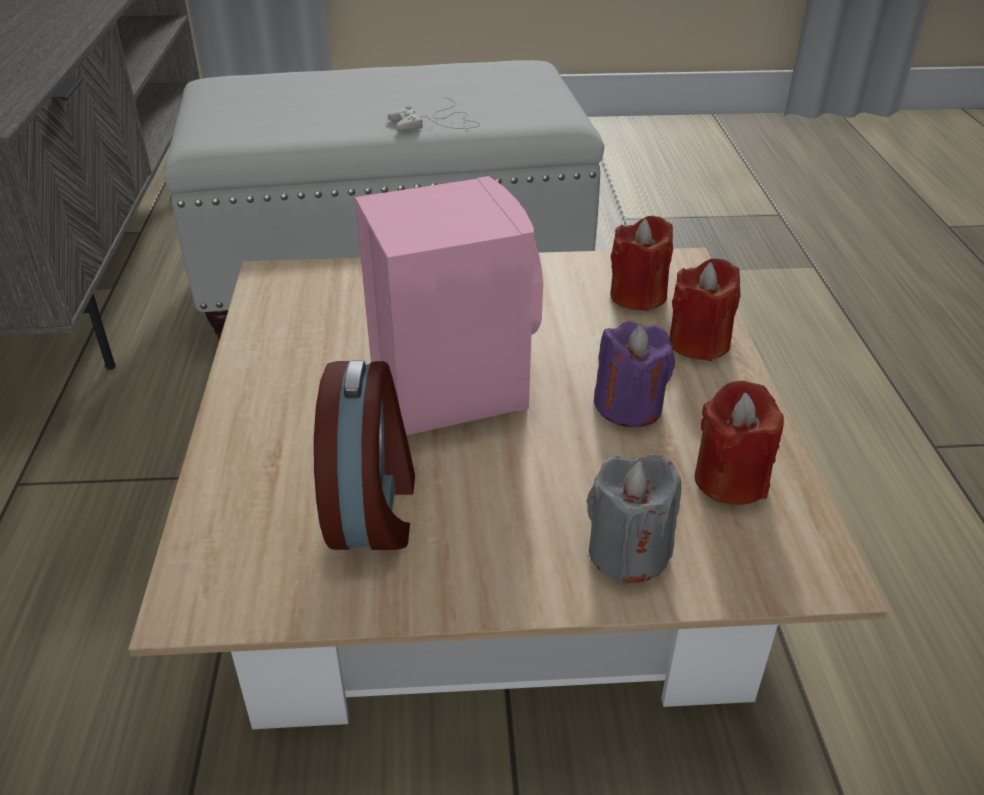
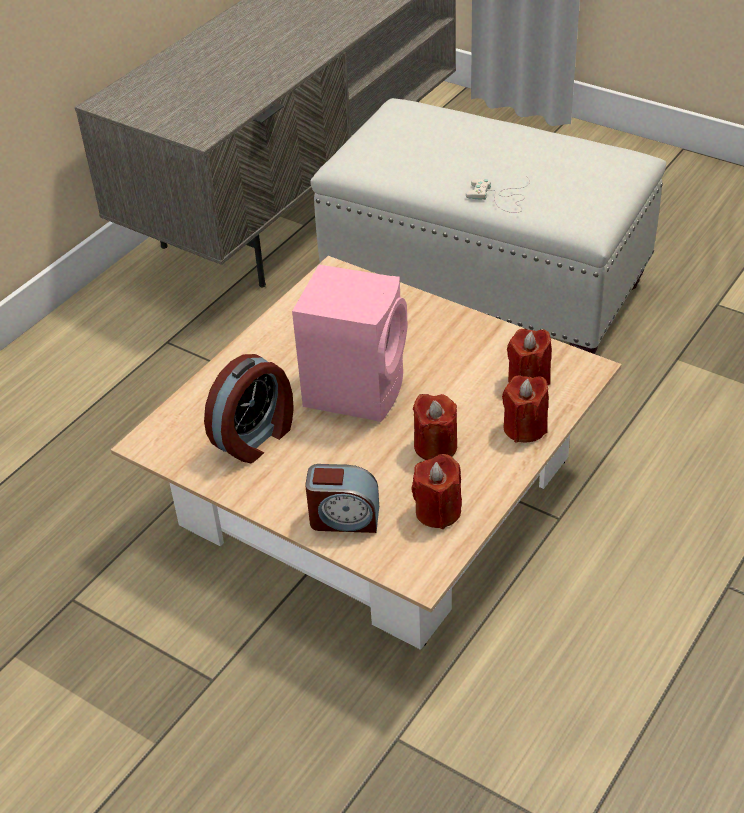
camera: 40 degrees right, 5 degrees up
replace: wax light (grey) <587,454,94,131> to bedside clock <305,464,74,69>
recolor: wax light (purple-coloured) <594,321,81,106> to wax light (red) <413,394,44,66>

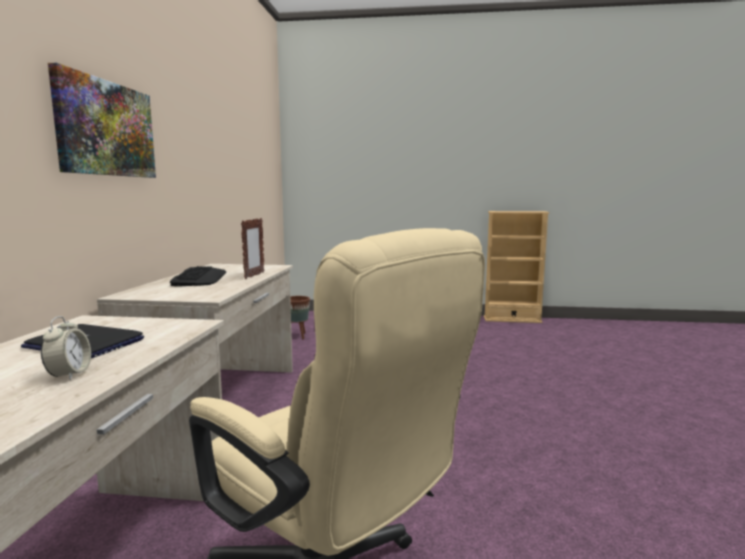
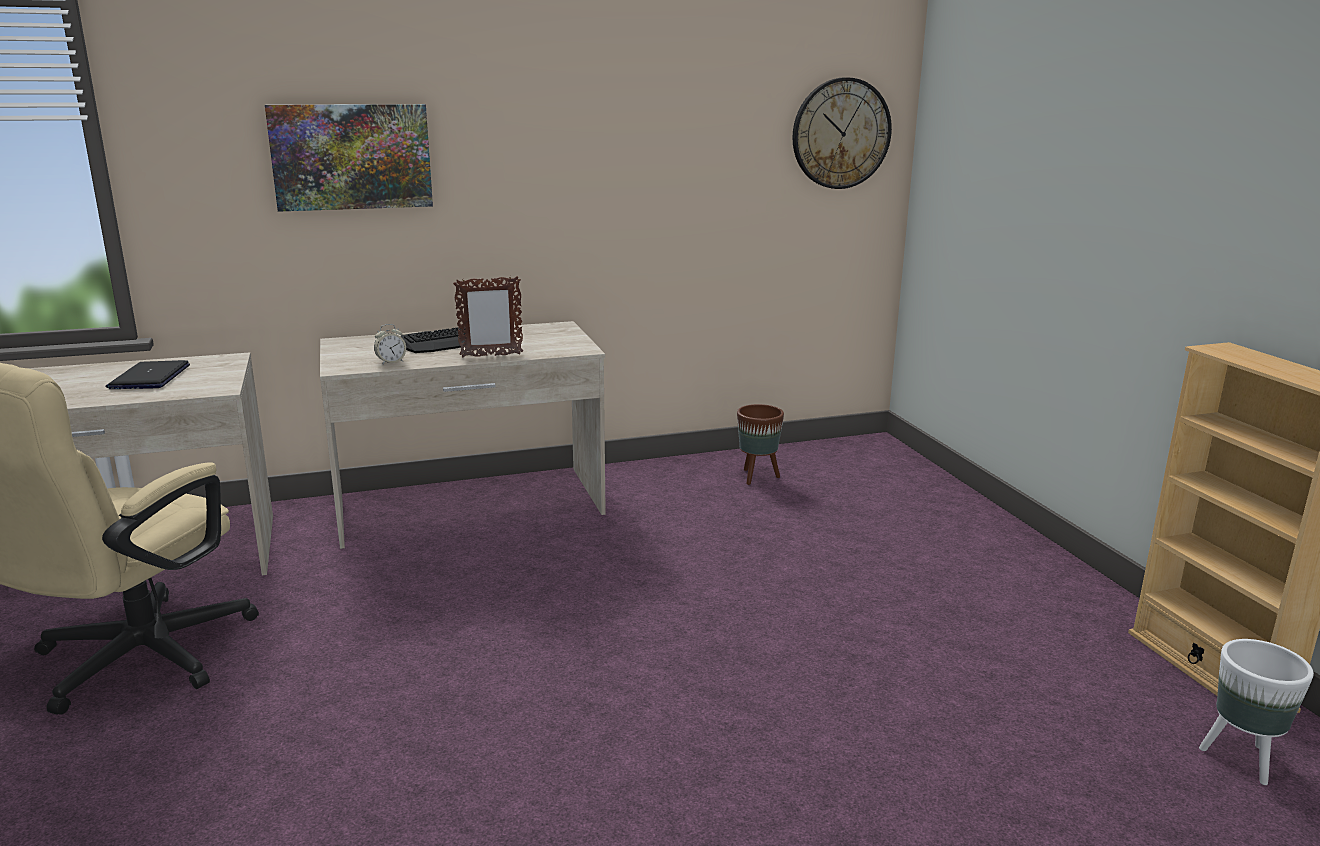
camera: 65 degrees right, 10 degrees up
insert: wall clock <792,77,100,112>; planter (white) <1199,639,115,146>
move: bedside clock <41,316,50,64> to <374,324,32,41>

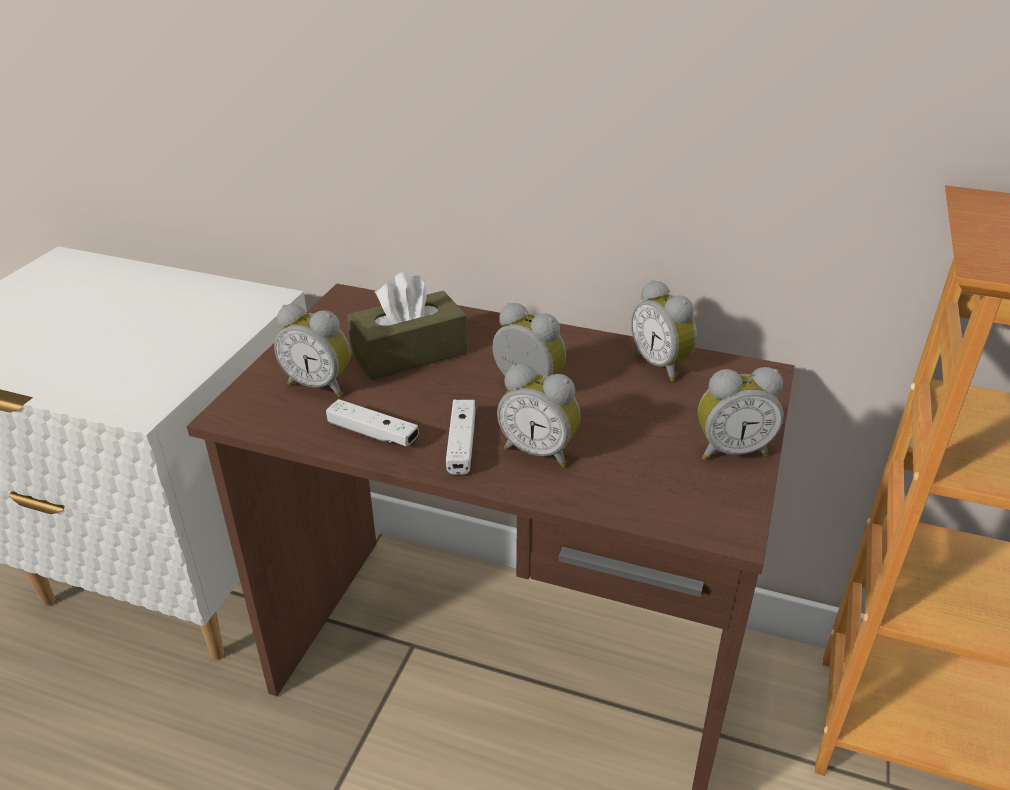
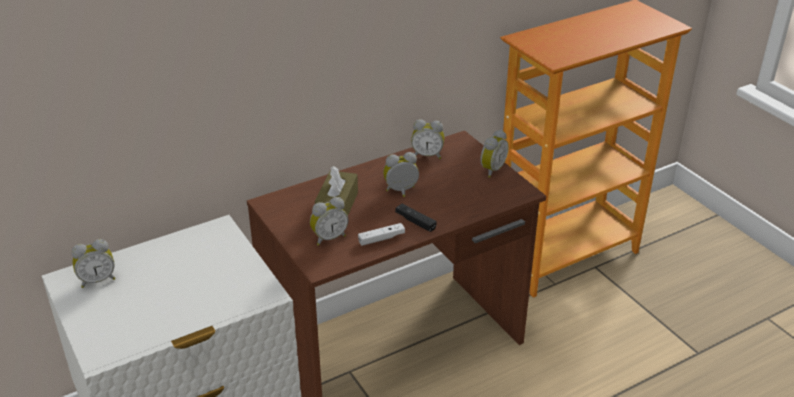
camera: 50 degrees left, 0 degrees up
move: bedside clock <497,364,84,103> to <71,239,44,49>
recolor: game controller (white) <446,400,30,75> to game controller (black-coloured) <395,204,42,28>

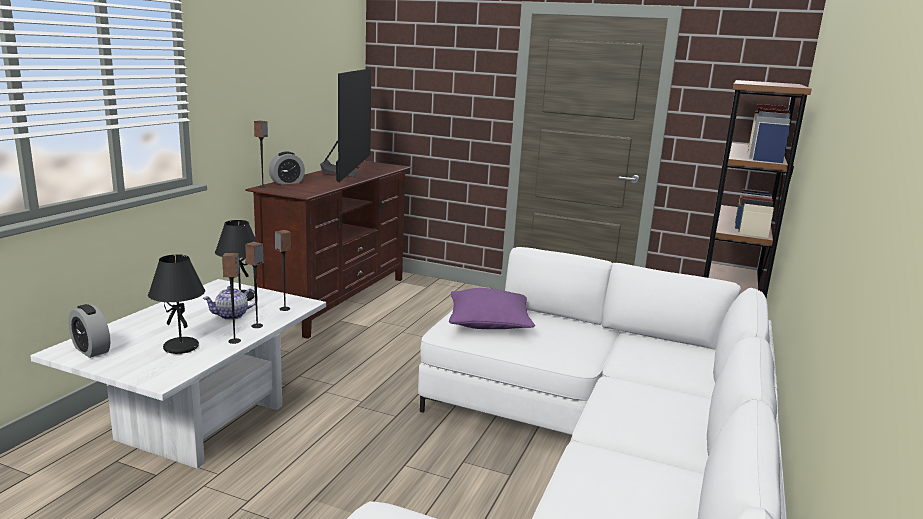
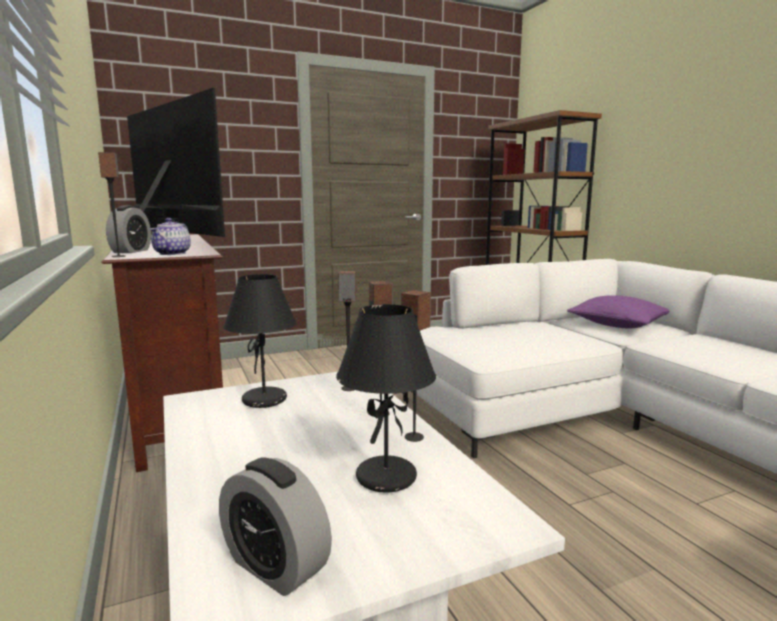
camera: 45 degrees left, 5 degrees down
move: tea pot <203,286,55,34> to <150,218,41,37>; throw pillow (purple-coloured) <449,288,86,41> to <567,295,102,34>
rotate: bedside clock <68,304,42,54> = <219,457,113,139> 45 degrees clockwise

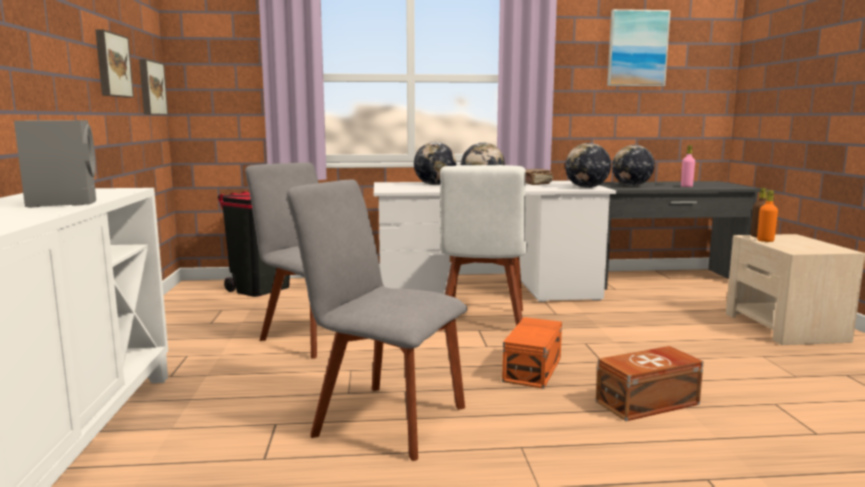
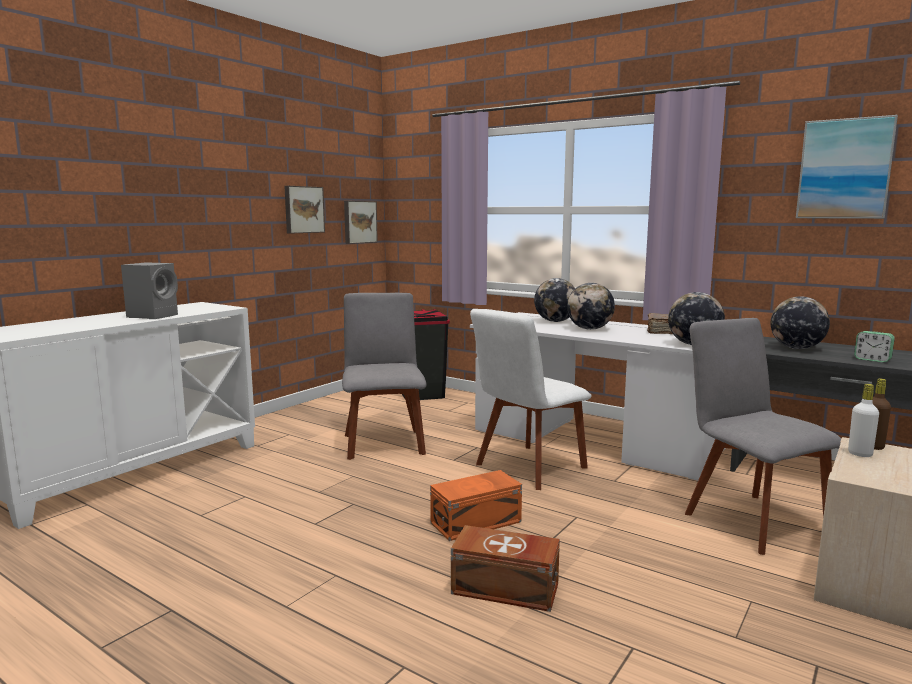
camera: 40 degrees right, 0 degrees up
move: upright chair (grey) <287,179,180,282> to <685,318,156,237>
replace: drink bottle (pink) <681,145,14,42> to bedside clock <854,331,41,32>
recolor: drink bottle (orange-coloured) <757,190,21,52> to drink bottle (white) <848,384,31,73>

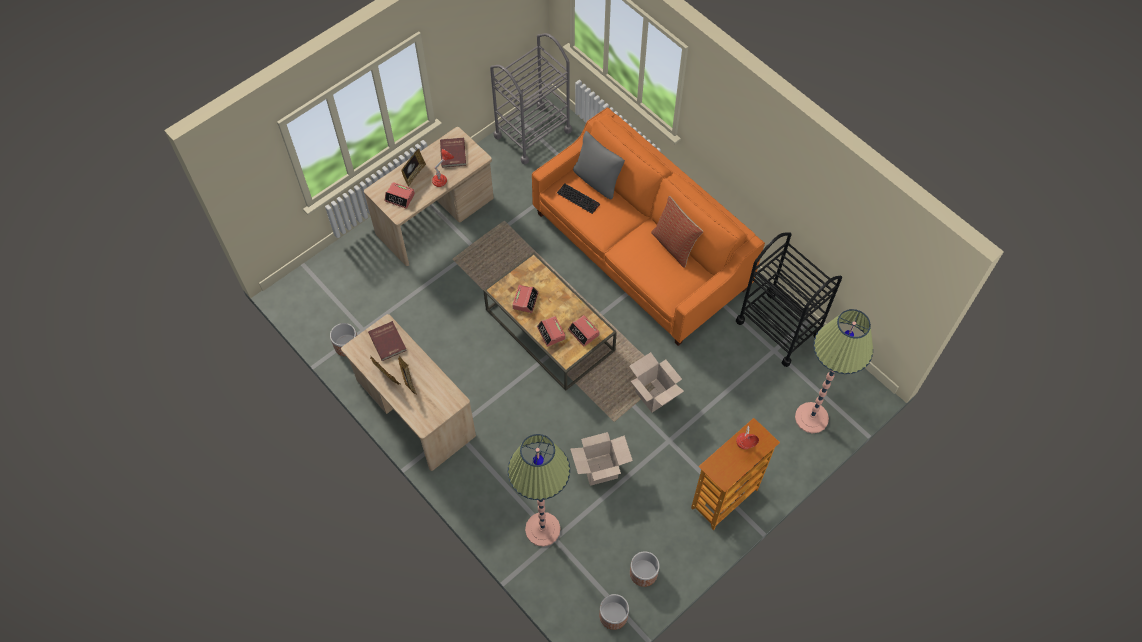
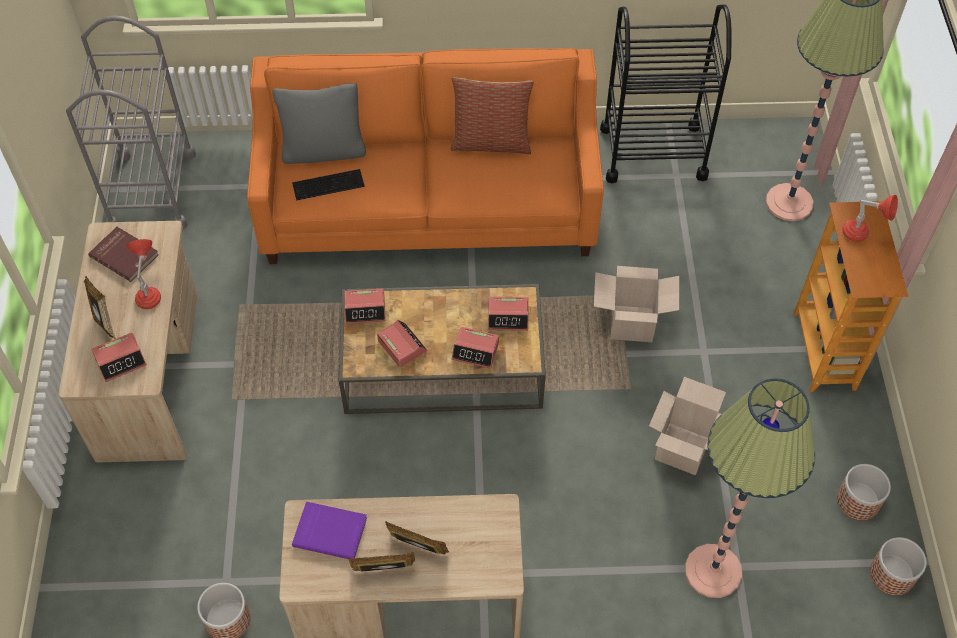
camera: 50 degrees left, 5 degrees down
insert: bedside clock <344,288,42,36>
recolor: volume (red) <368,321,39,40> to volume (purple-coloured) <292,502,75,57>

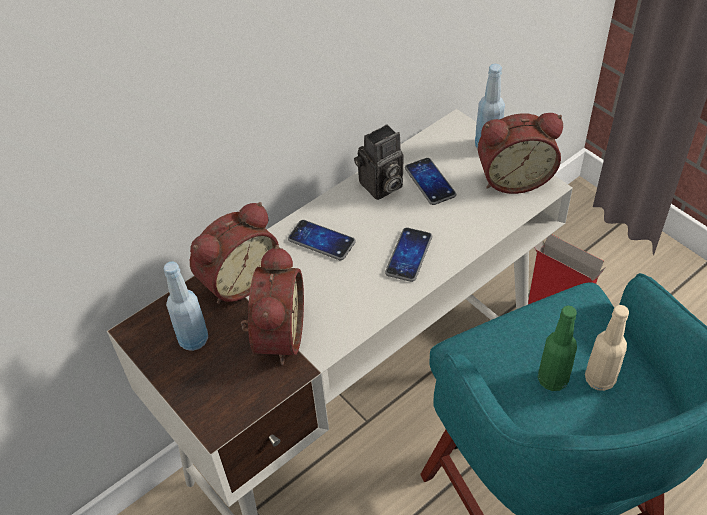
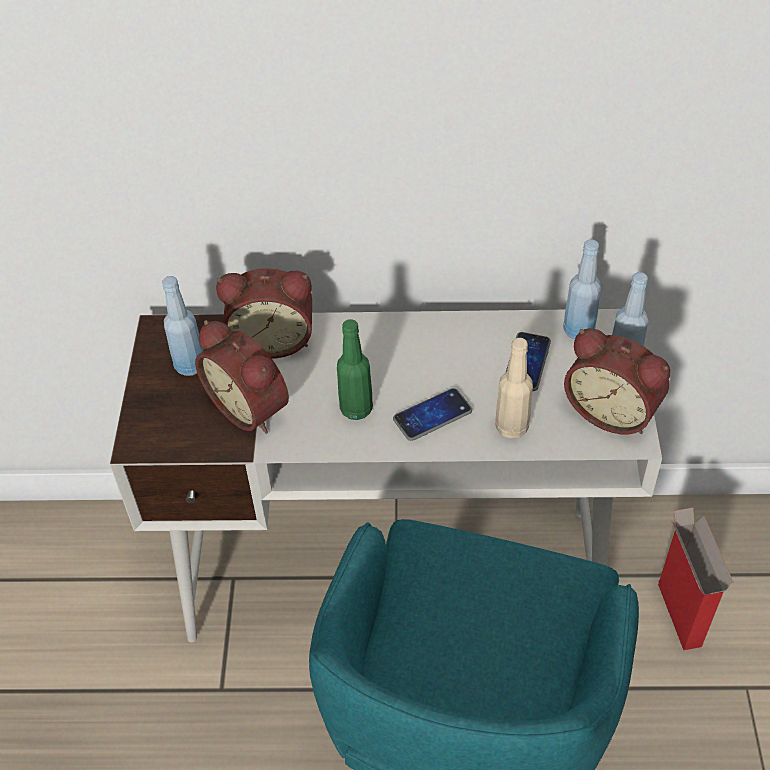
camera: 40 degrees right, 0 degrees up
delete: photo camera <354,124,49,76>; phone <288,220,68,40>
insert: drink bottle (blue) <563,239,38,100>
move: drink bottle (beige) <585,305,44,86> to <495,338,38,101>; drink bottle (green-coloured) <538,306,39,85> to <337,319,36,101>
rotate: bedside clock <241,245,63,120> = <195,320,94,114> 90 degrees clockwise

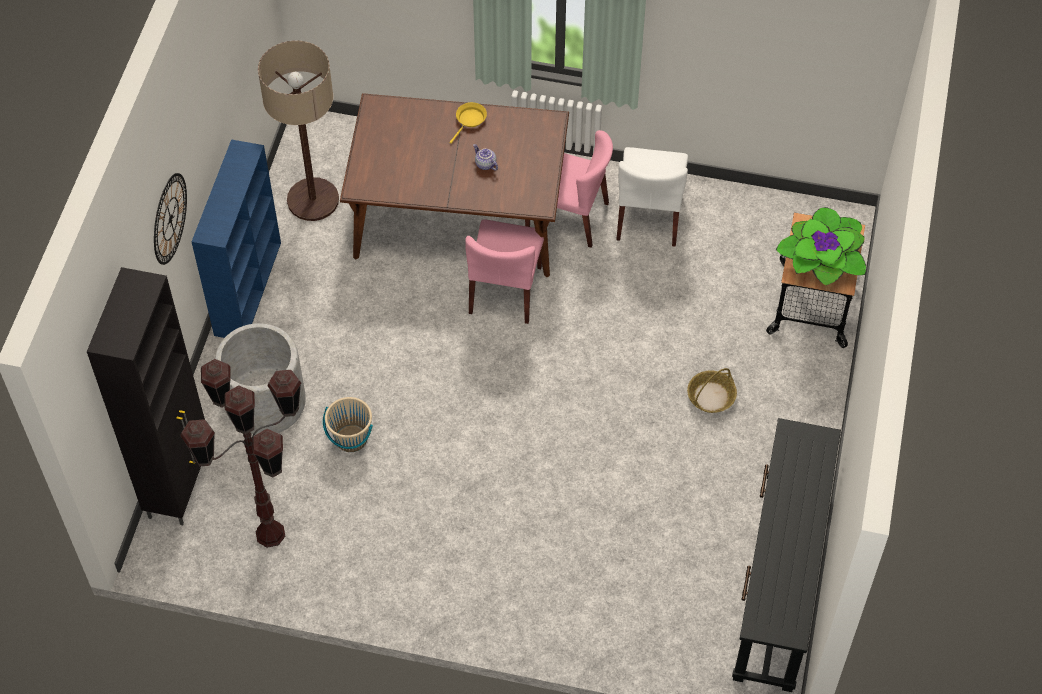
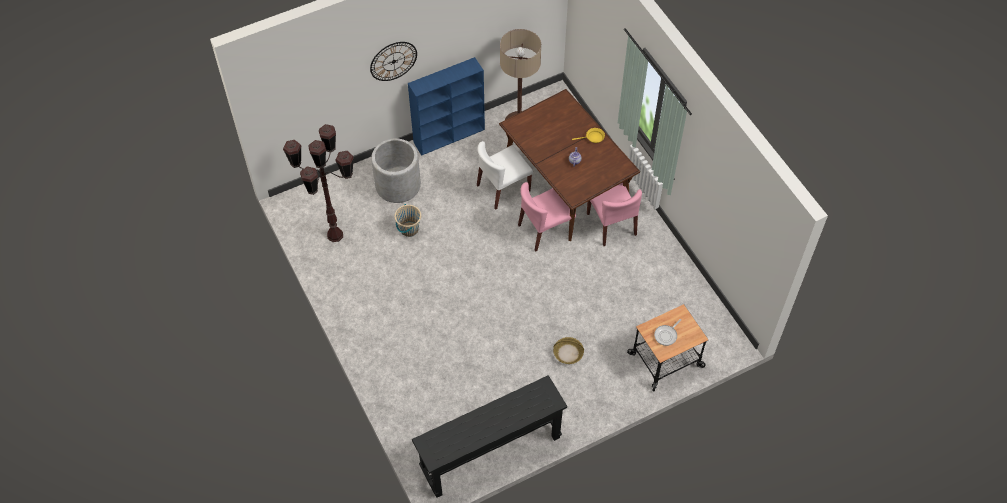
camera: 50 degrees right, 0 degrees up
delete: cupboard (black-coloured) <87,267,118,258>
move: upright chair (white) <616,147,72,100> to <477,141,56,69>
replace: potted plant <775,207,91,79> to pan <654,319,27,27>

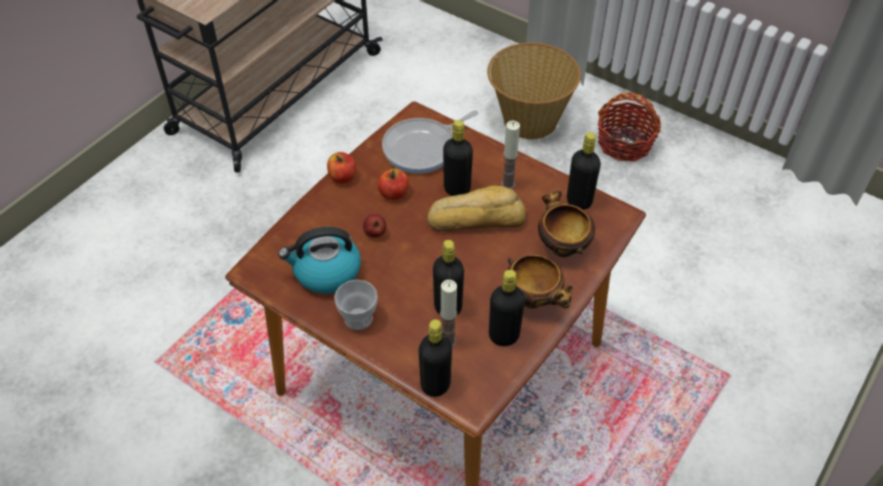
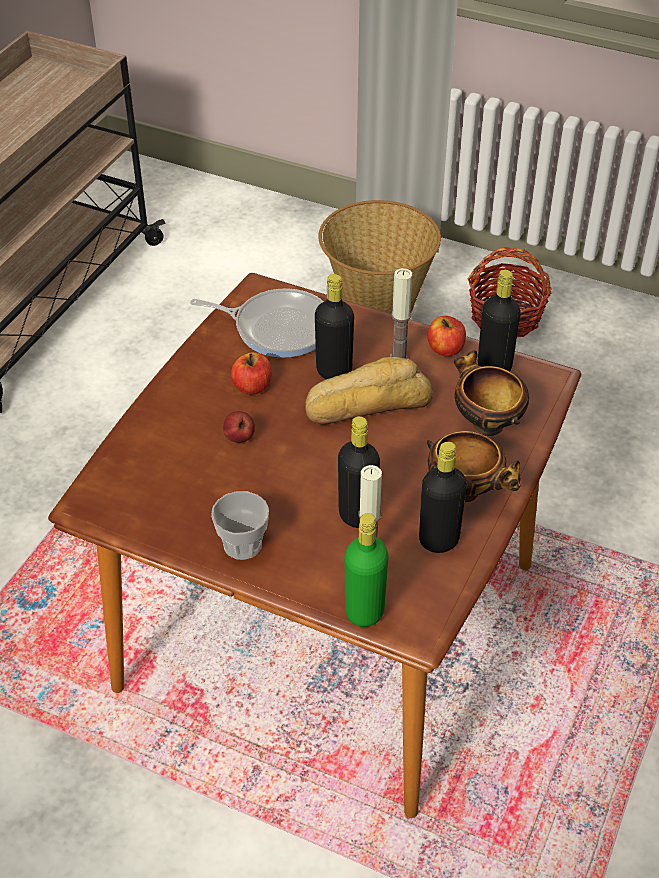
camera: 10 degrees left, 5 degrees down
delete: kettle <279,227,82,67>
move: apple <327,152,29,31> to <427,315,39,42>
recolor: drink bottle (black-coloured) <419,319,33,78> to drink bottle (green-coloured) <345,513,43,114>
rotate: pan <382,110,96,64> = <190,288,134,70> 120 degrees counterclockwise

